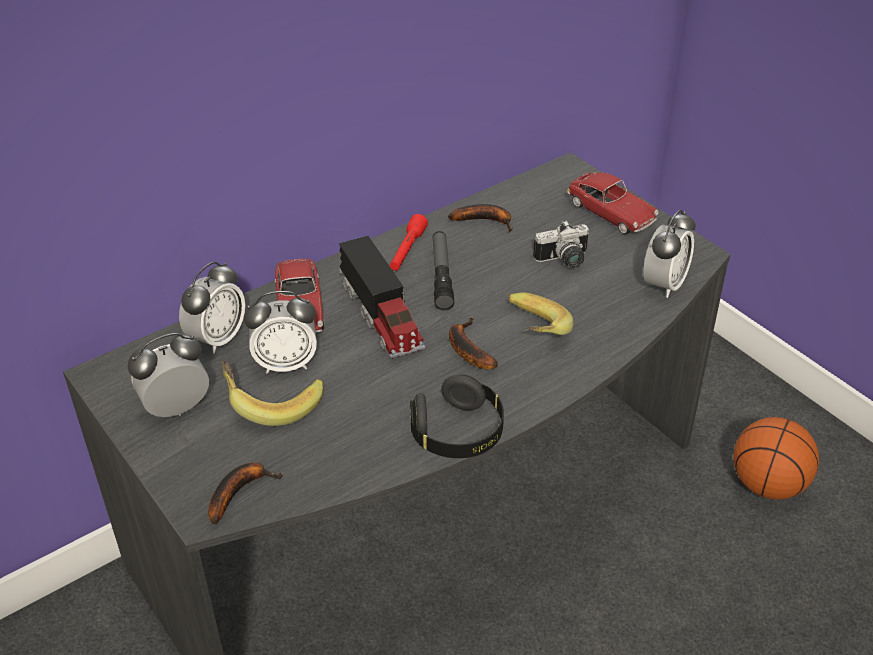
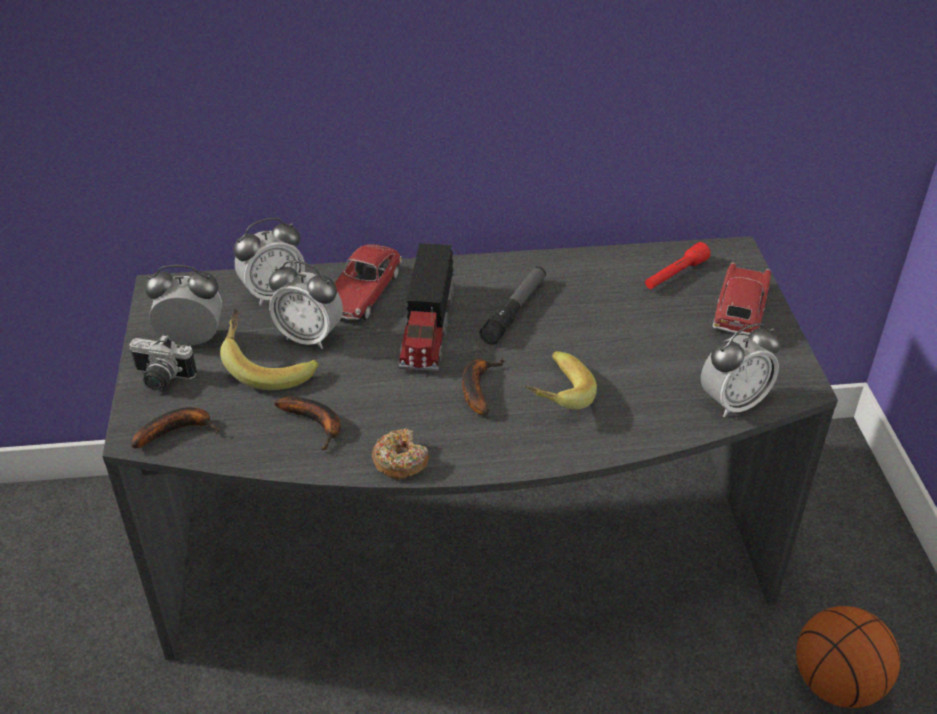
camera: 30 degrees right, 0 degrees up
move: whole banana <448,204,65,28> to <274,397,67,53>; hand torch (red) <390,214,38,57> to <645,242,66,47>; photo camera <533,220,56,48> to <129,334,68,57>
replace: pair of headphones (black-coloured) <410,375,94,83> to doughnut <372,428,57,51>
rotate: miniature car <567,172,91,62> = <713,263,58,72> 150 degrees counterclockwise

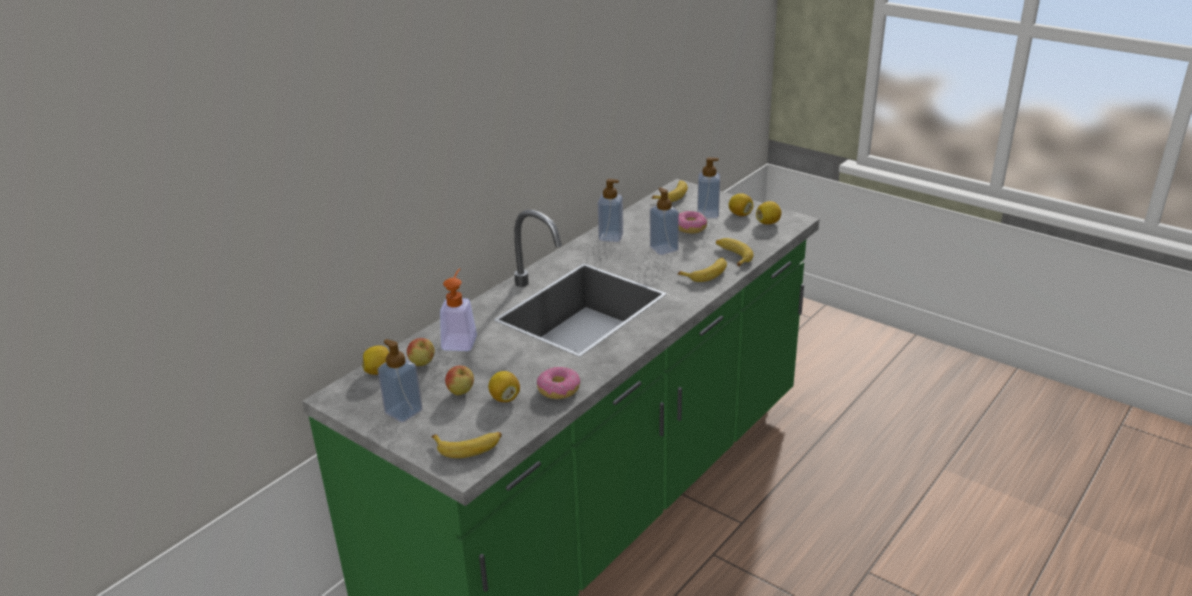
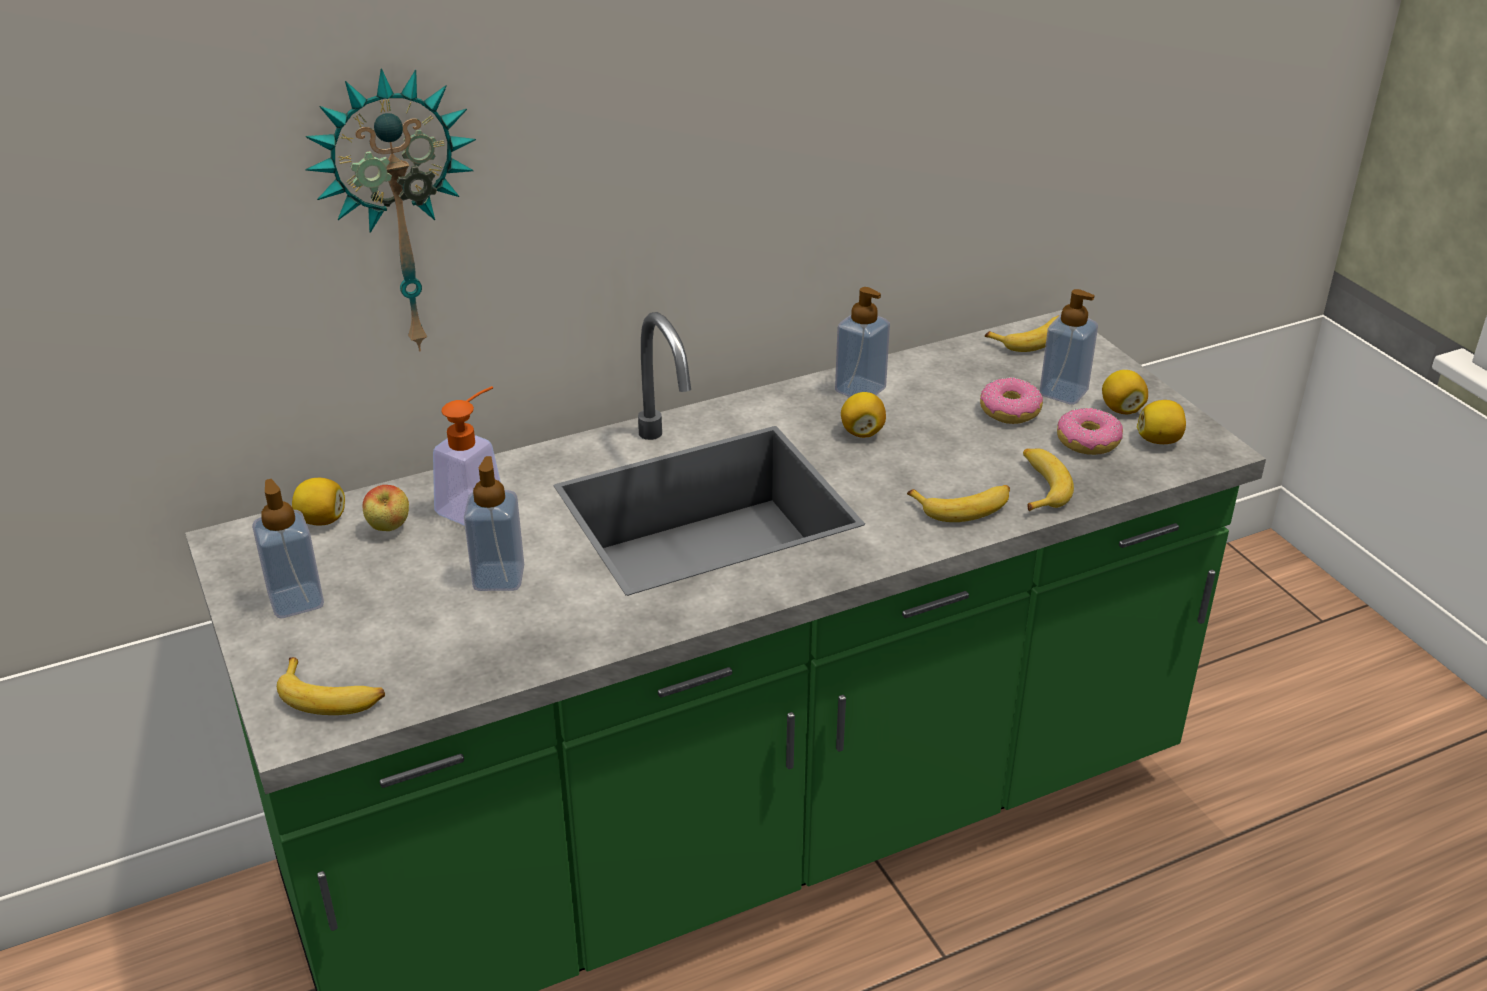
camera: 25 degrees right, 5 degrees up
delete: apple <445,366,29,30>
insert: wall clock <305,68,171,284>
move: liquid soap bottle <650,187,29,68> to <464,456,60,135>; doughnut <537,367,43,32> to <1057,408,66,47>; citrus fruit <488,371,32,31> to <841,392,45,46>

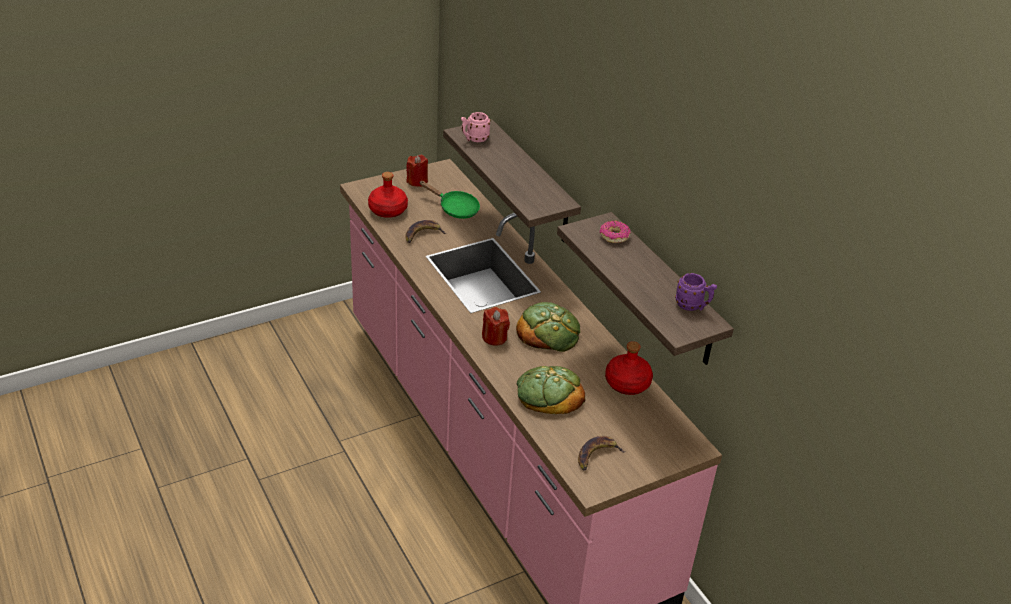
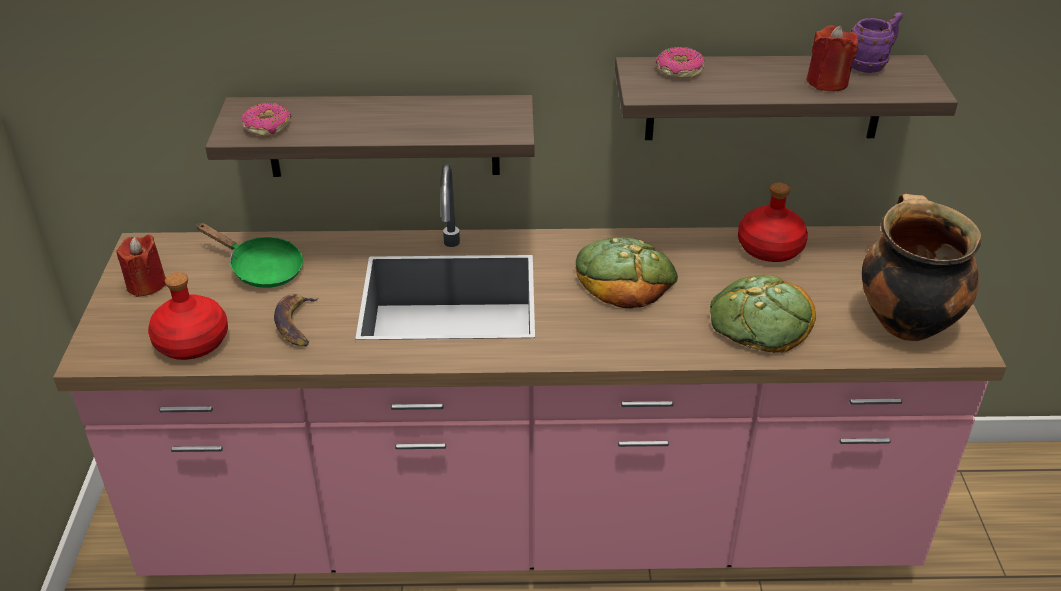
camera: 60 degrees left, 0 degrees up
move: wax light (red) <482,307,28,39> to <807,25,51,67>
replace: tea mug (pink) <461,112,30,30> to doughnut <242,103,49,34>; whole banana <578,436,47,35> to saucepot <862,194,119,147>
rotate: pan (green-coloured) <420,181,60,38> = <196,223,107,65> 60 degrees clockwise

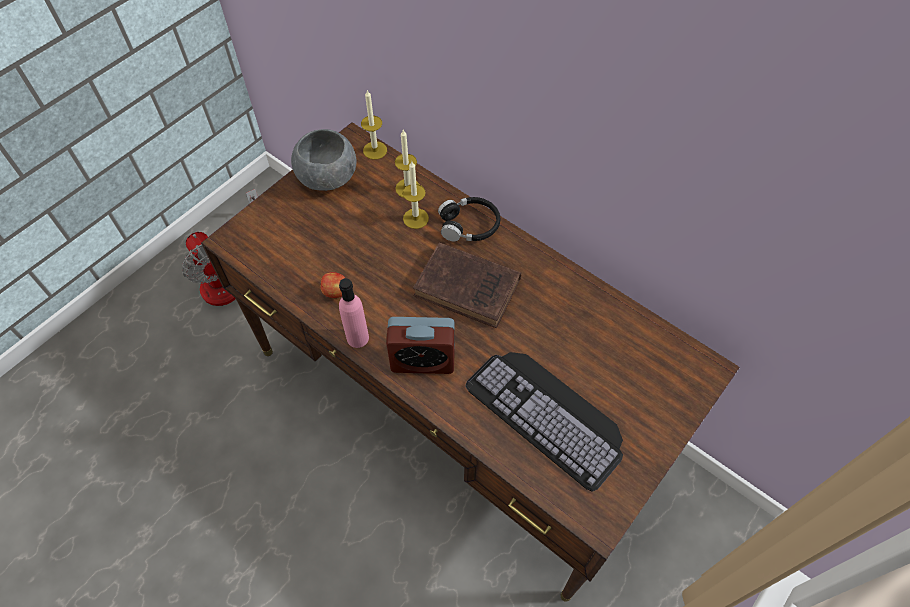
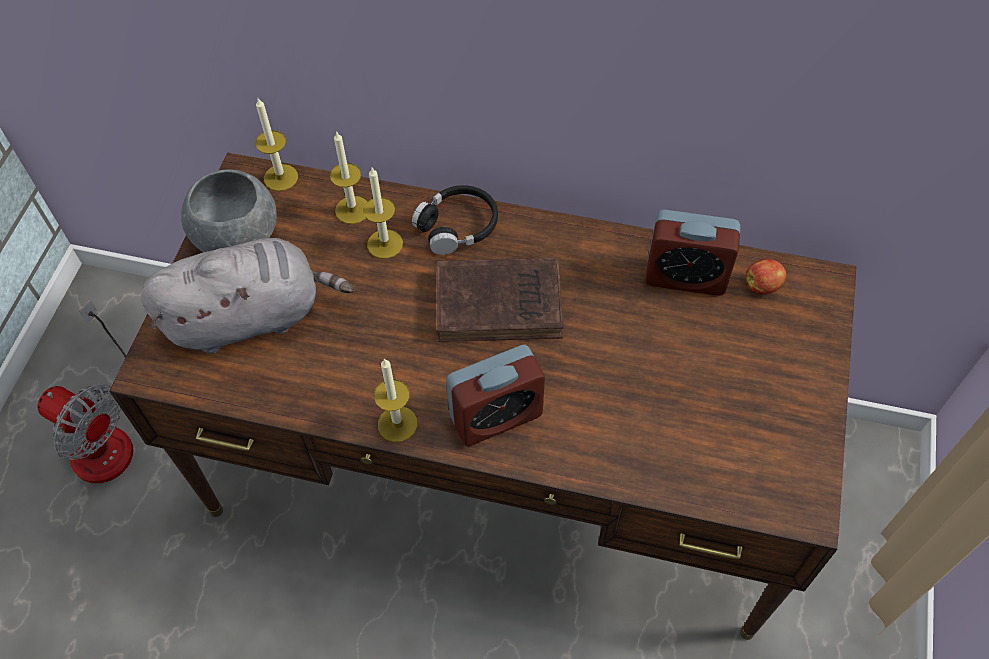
camera: 25 degrees left, 0 degrees up
delete: keyboard <465,352,158,140>
insert: bedside clock <645,210,96,86>; plush toy (grey) <141,238,213,116>
move: apple <321,272,24,26> to <746,259,41,35>
replace: drink bottle (pink) <339,278,30,70> to wax light <374,358,43,84>

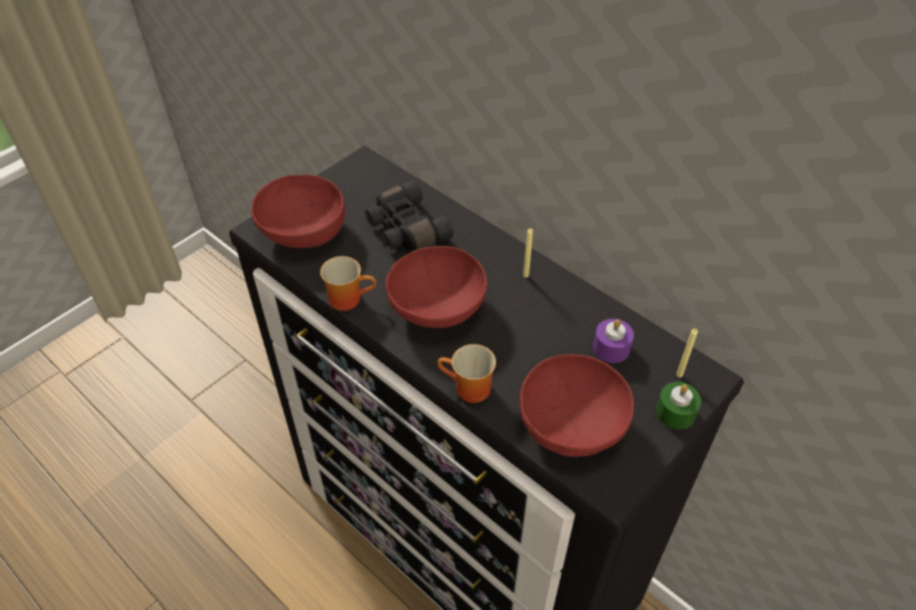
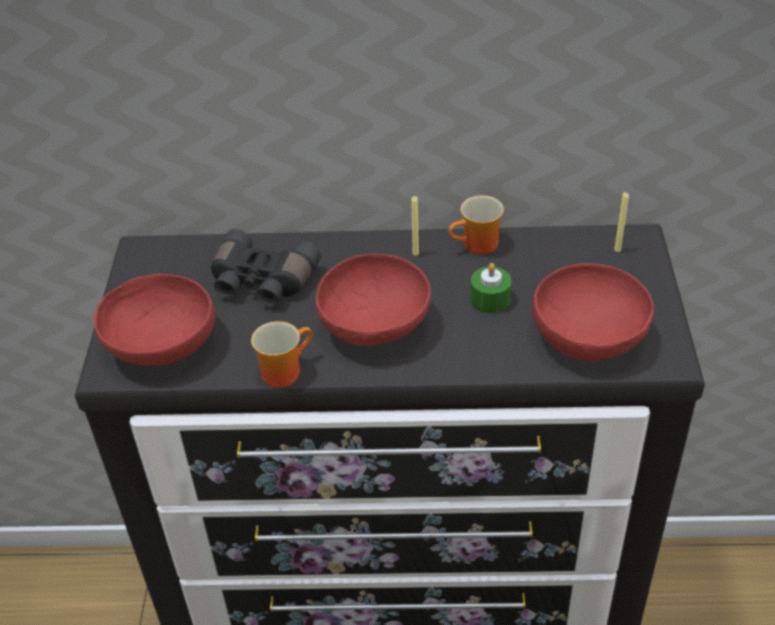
camera: 40 degrees left, 5 degrees down
delete: wax light (purple-coloured) <593,319,41,44>
move: tea mug <437,344,59,59> to <448,195,56,60>; wax light (green-coloured) <656,382,45,48> to <471,263,40,50>

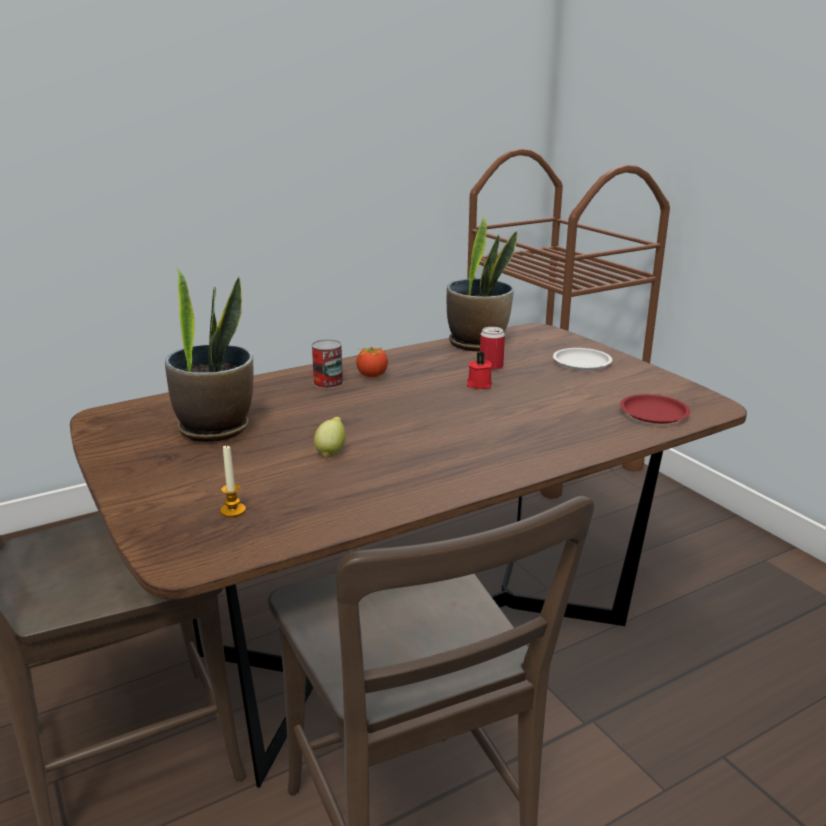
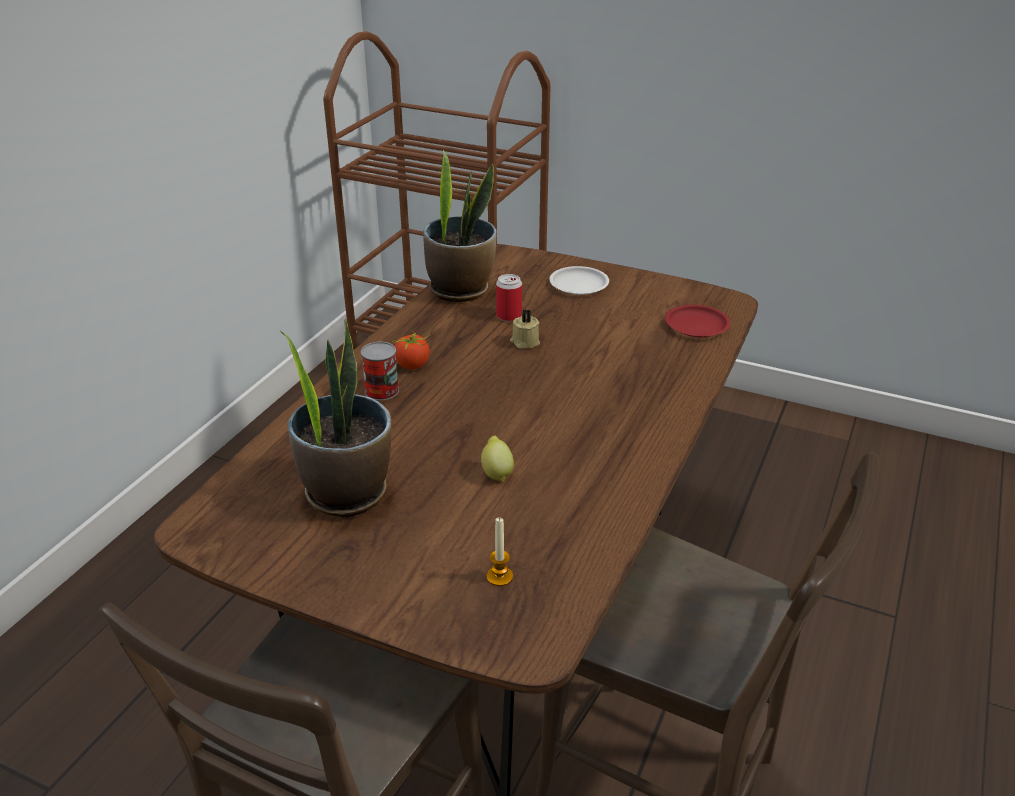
camera: 35 degrees left, 10 degrees up
recolor: wax light (red) <467,352,25,37> to wax light (beige) <510,309,30,40>

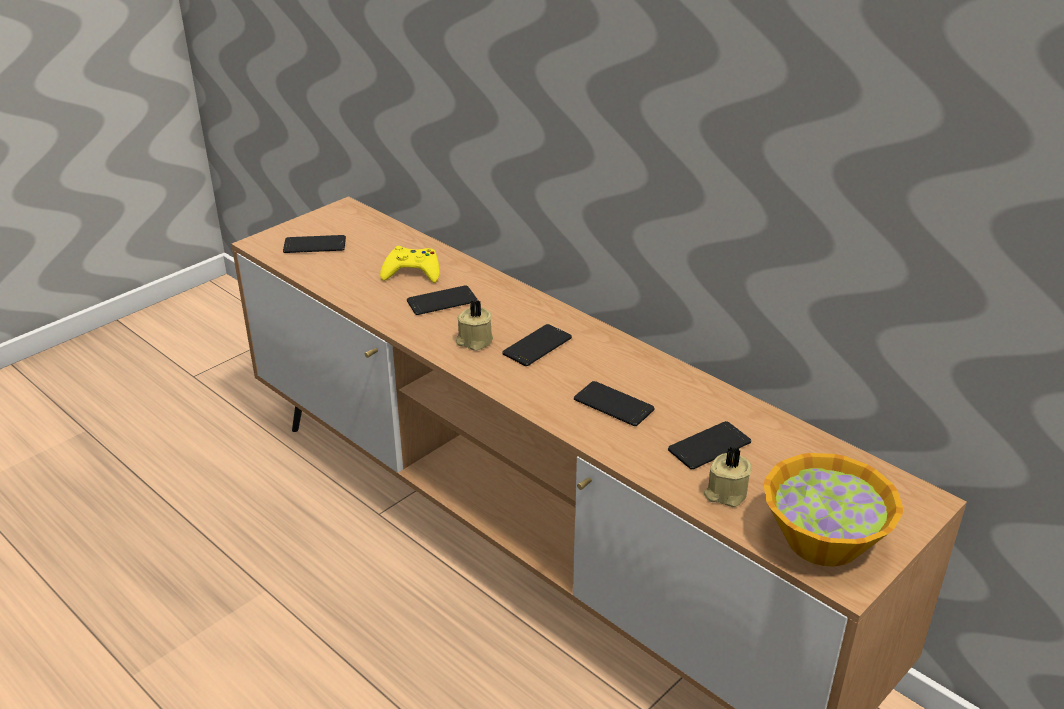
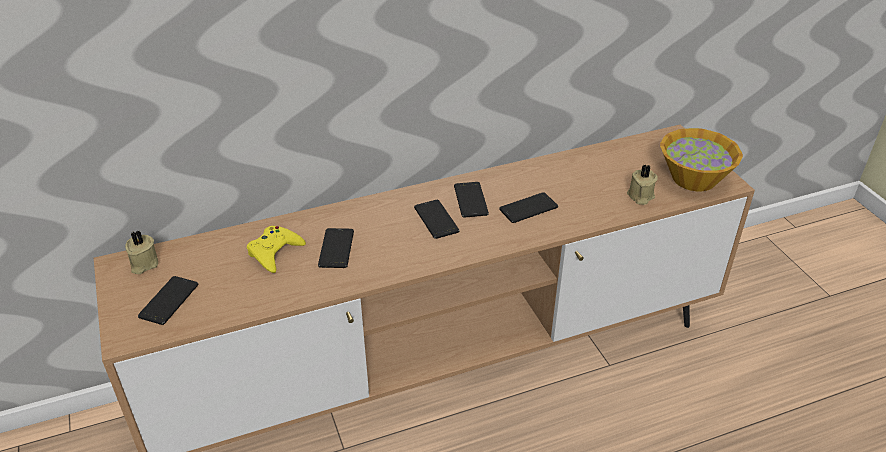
camera: 65 degrees left, 5 degrees up
move: wax light (beige) <456,300,37,51> to <125,231,33,43>; phone <668,421,83,48> to <454,182,35,36>

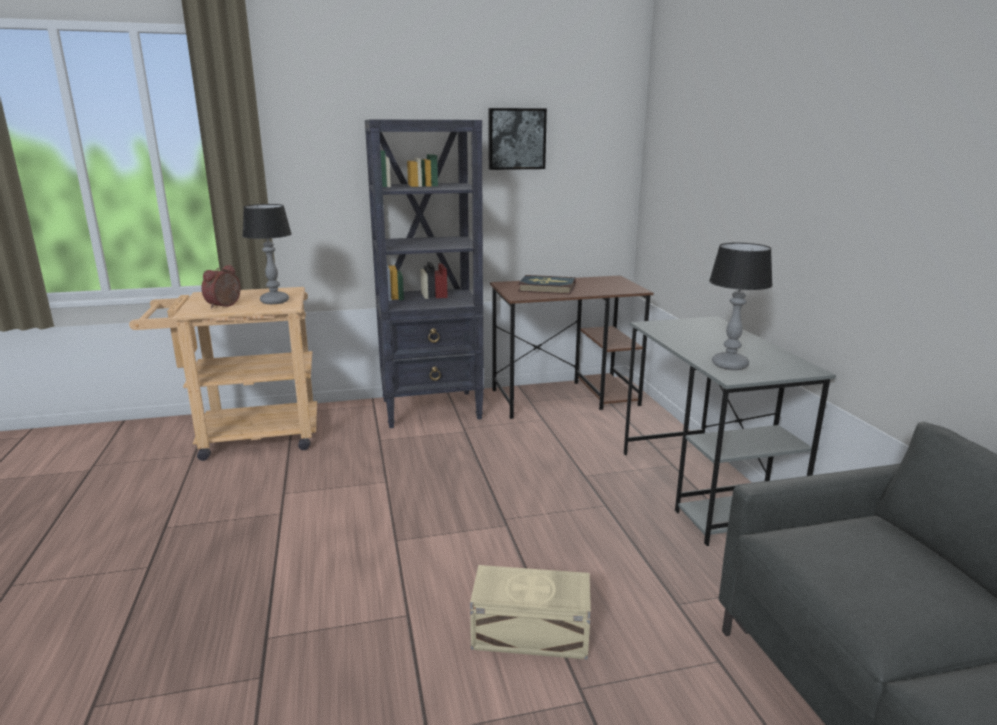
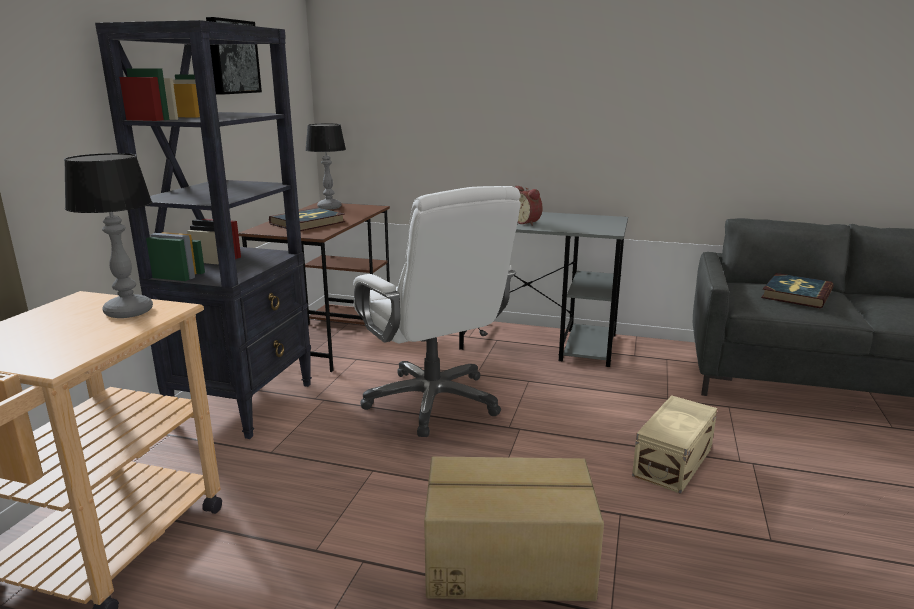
camera: 60 degrees left, 0 degrees up
insert: office chair (white) <353,186,168,251>; volume <761,273,73,35>; packing box <424,456,180,145>
move: table lamp <709,243,64,127> to <306,123,40,86>; bedside clock <201,265,40,44> to <515,186,28,40>

